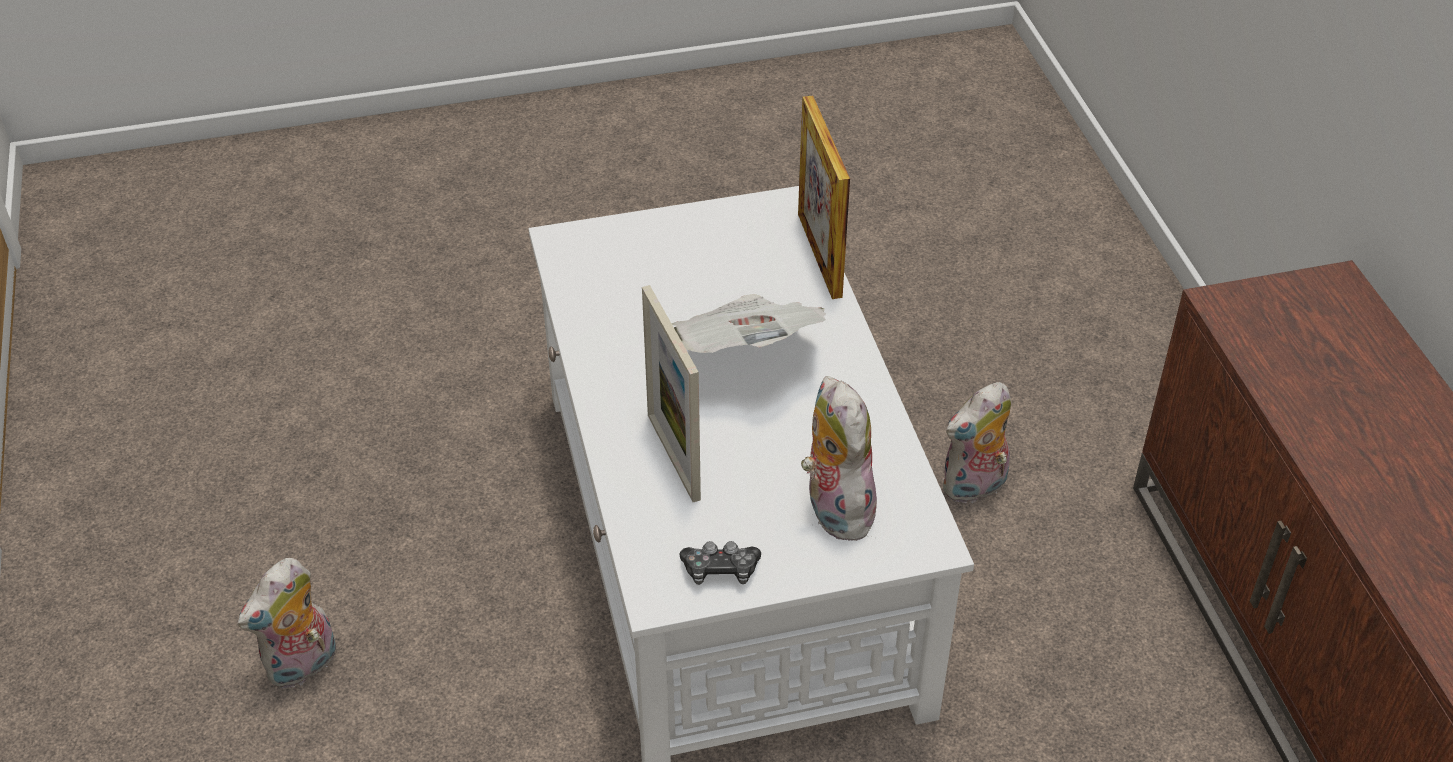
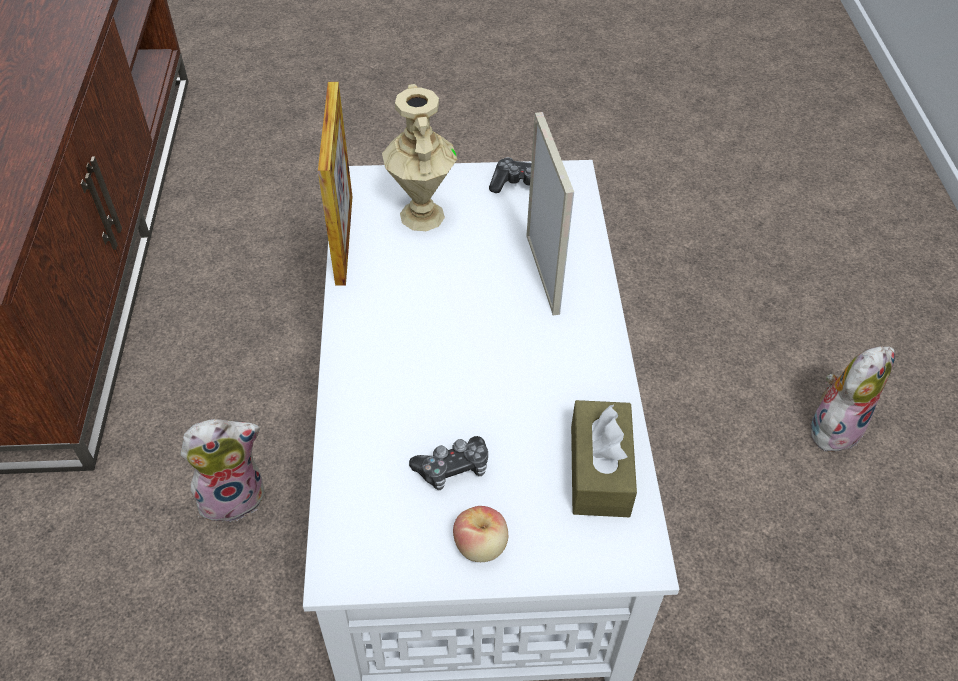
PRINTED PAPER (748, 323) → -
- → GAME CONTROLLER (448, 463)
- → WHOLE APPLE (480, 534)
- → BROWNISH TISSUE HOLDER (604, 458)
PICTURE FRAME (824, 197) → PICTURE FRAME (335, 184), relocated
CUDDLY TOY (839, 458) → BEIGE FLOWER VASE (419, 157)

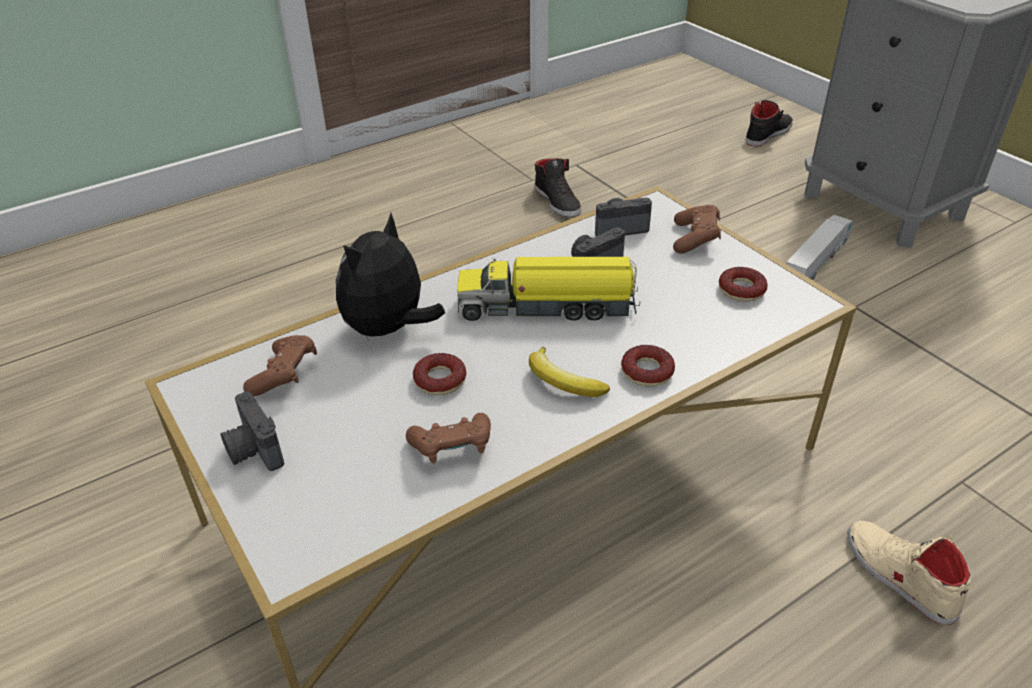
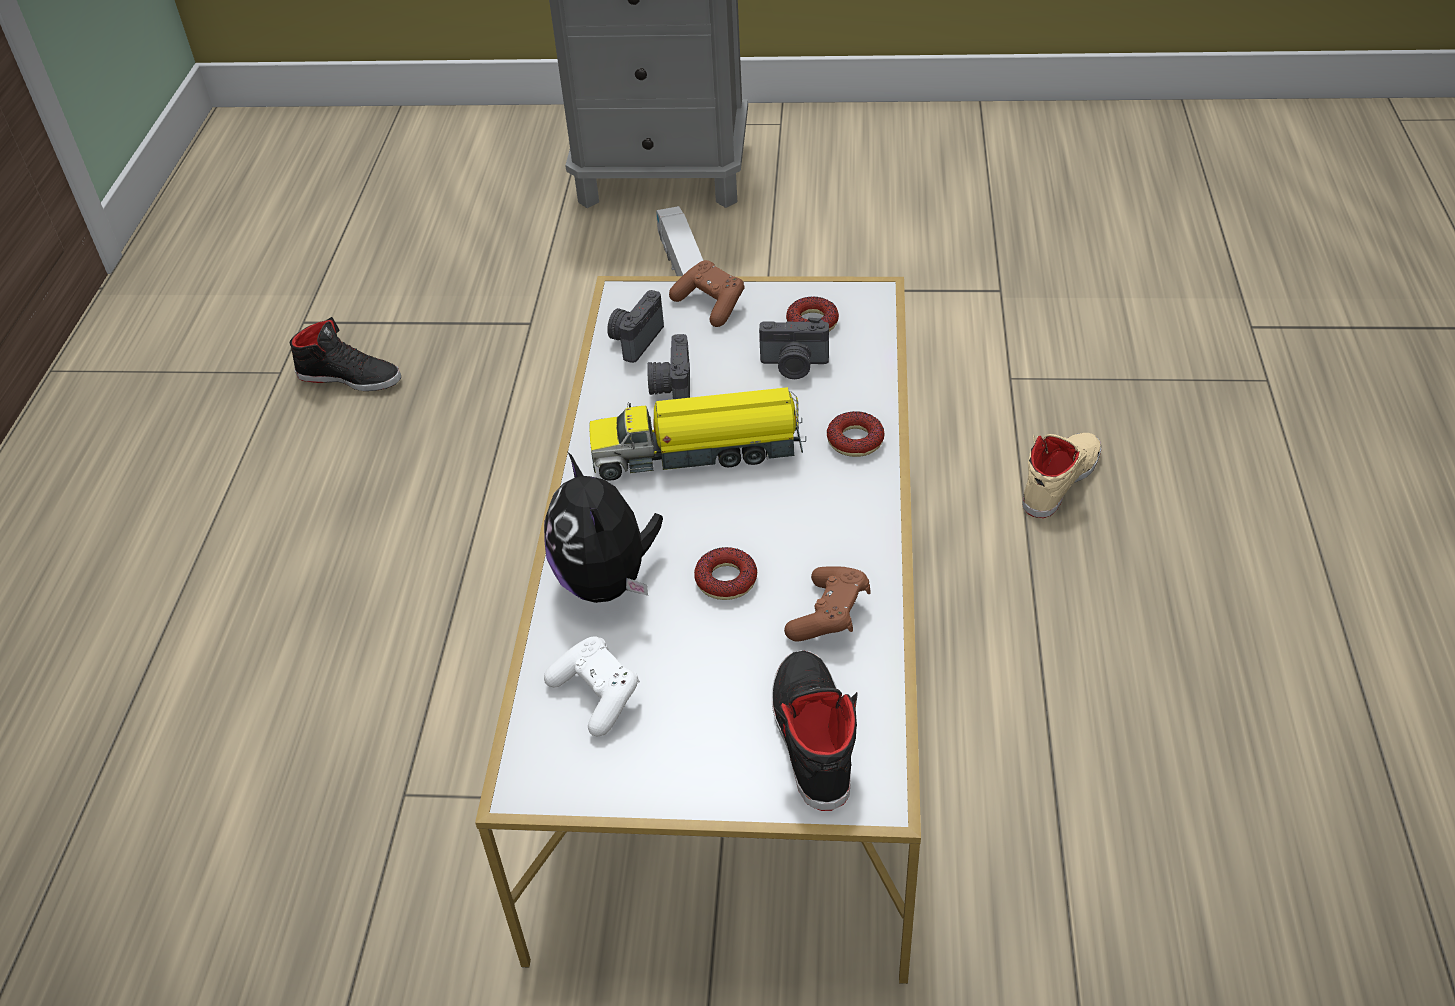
BANANA FRUIT (569, 372) → -
STILL CAMERA (252, 431) → STILL CAMERA (794, 348), relocated
BLACKISH ITEM OF FOOTWEAR (769, 123) → BLACKISH ITEM OF FOOTWEAR (815, 731), relocated
BROWNISH GAME CONTROLLER (280, 365) → WHITISH GAME CONTROLLER (592, 686)
TOY TRUCK (548, 289) → TOY TRUCK (698, 434), 45 degrees clockwise
BEIGE ITEM OF FOOTWEAR (909, 572) → BEIGE ITEM OF FOOTWEAR (1061, 475), 120 degrees clockwise

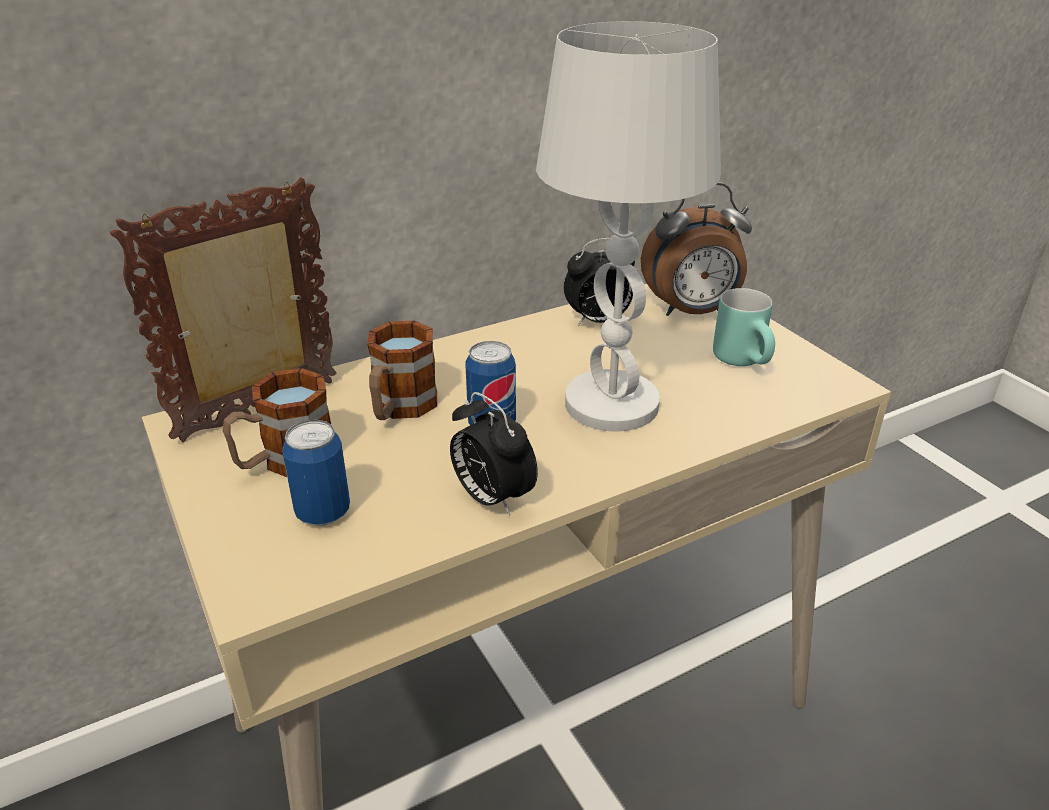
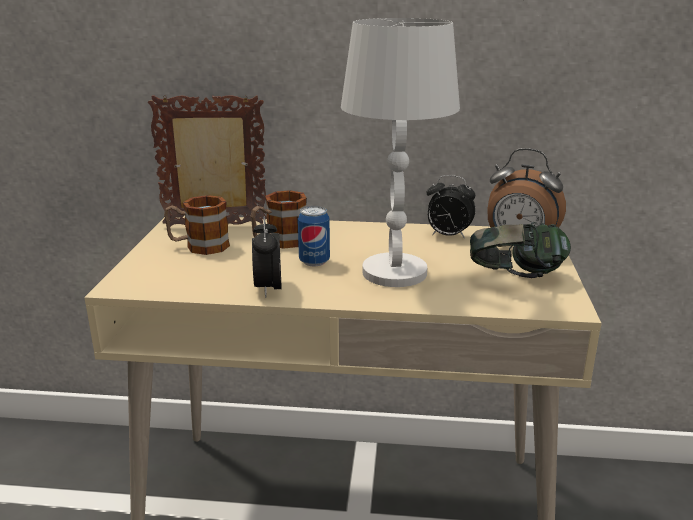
CAN (316, 473) → -
TURQUOISE COFFEE MUG (744, 327) → HEADPHONES (520, 250)

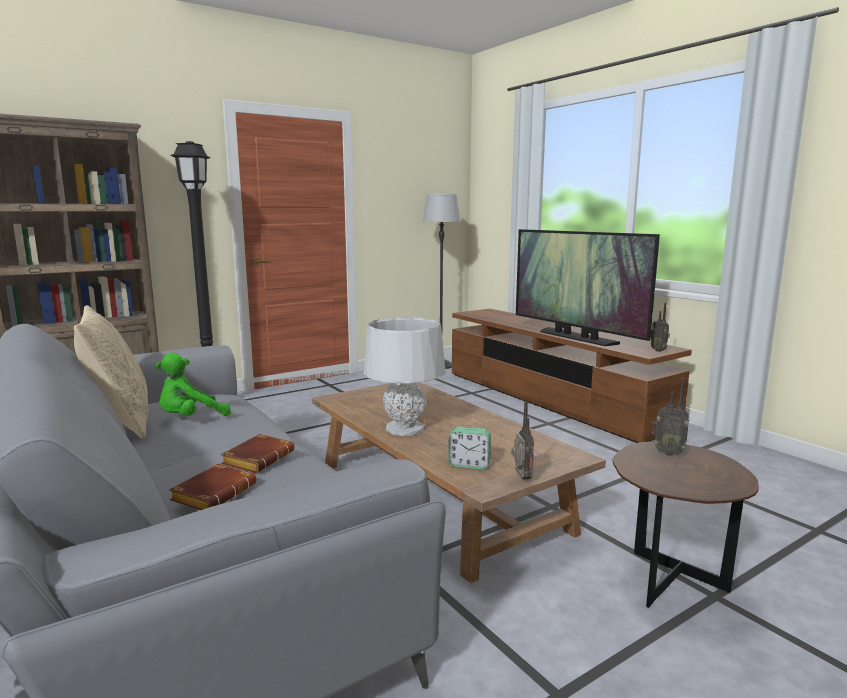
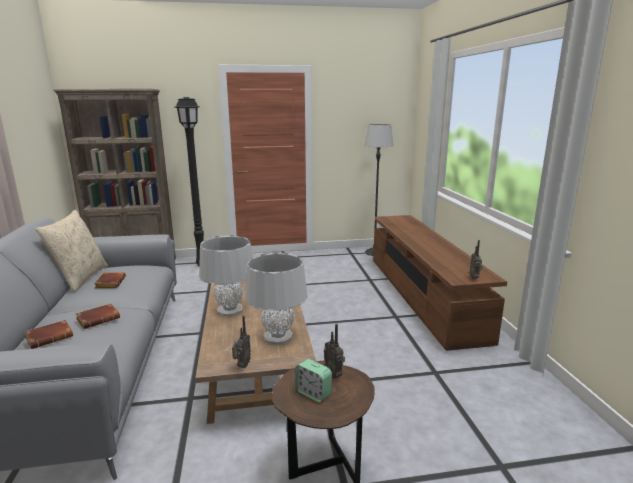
TELEVISION (588, 287) → -
- → GREYISH LAMP FOR A TABLE (276, 298)
TABLE CLOCK (469, 447) → TABLE CLOCK (313, 381), relocated
GREENISH CUDDLY TOY (193, 384) → BROWNISH VOLUME (110, 280)

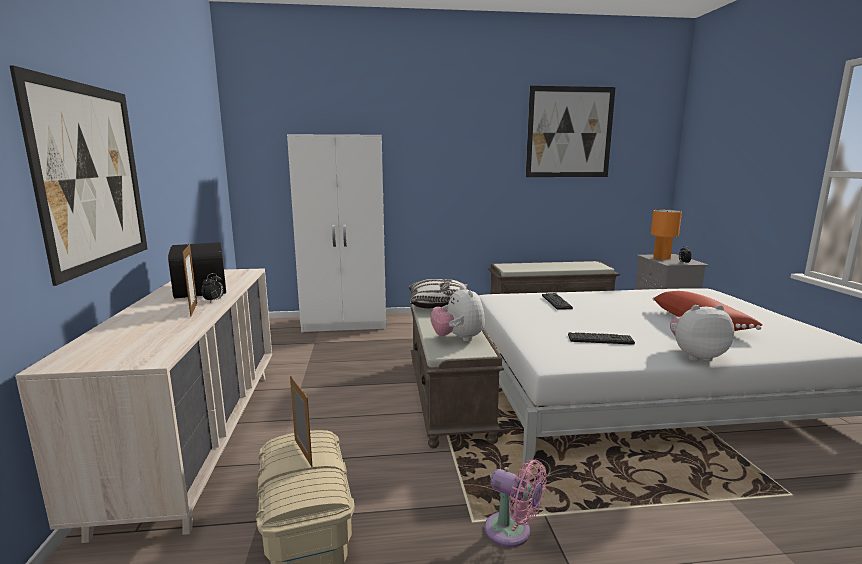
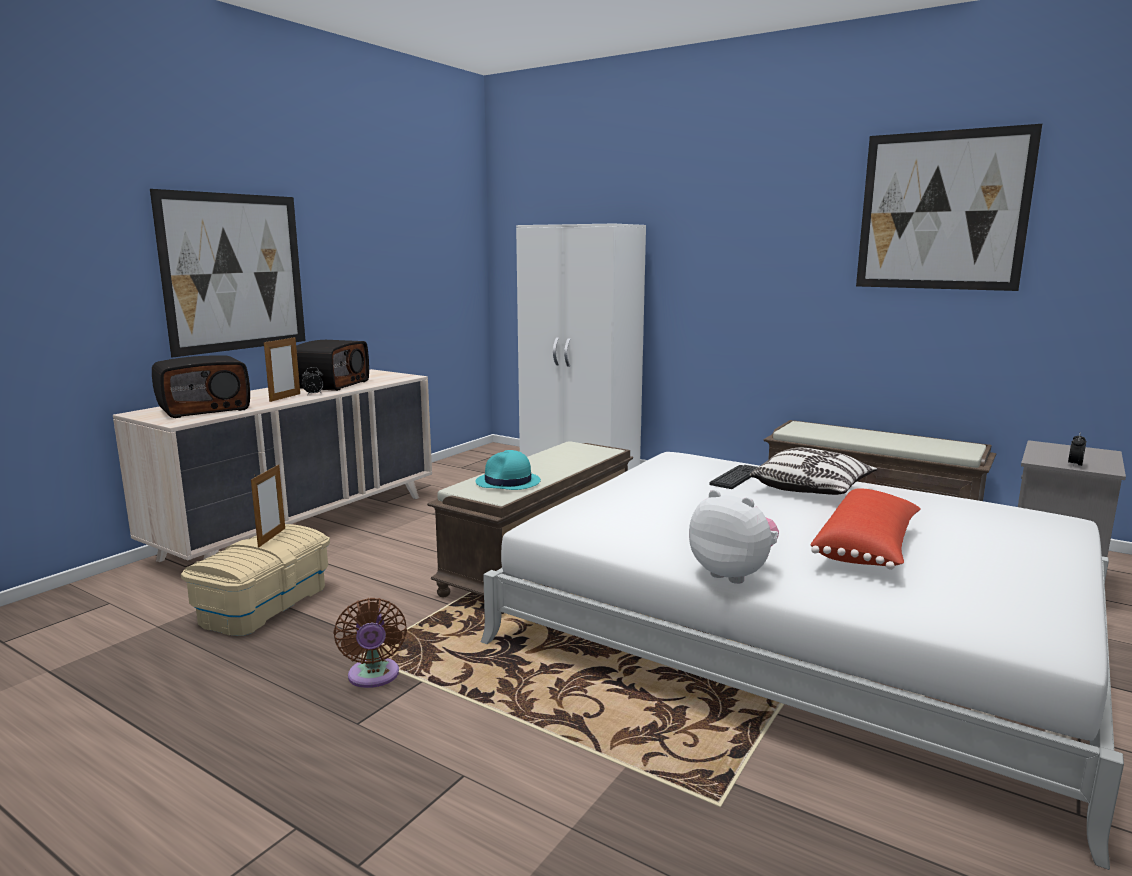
PC KEYBOARD (601, 338) → -
ORANGE LAMP FOR A TABLE (666, 235) → -
- → RADIO RECEIVER (201, 386)
PILLOW (438, 293) → PILLOW (814, 471), relocated
CUDDLY TOY (458, 314) → TURQUOISE CLOTHING HAT (508, 470)
PINKISH ELECTRIC FAN (516, 503) → BROWNISH ELECTRIC FAN (370, 643)

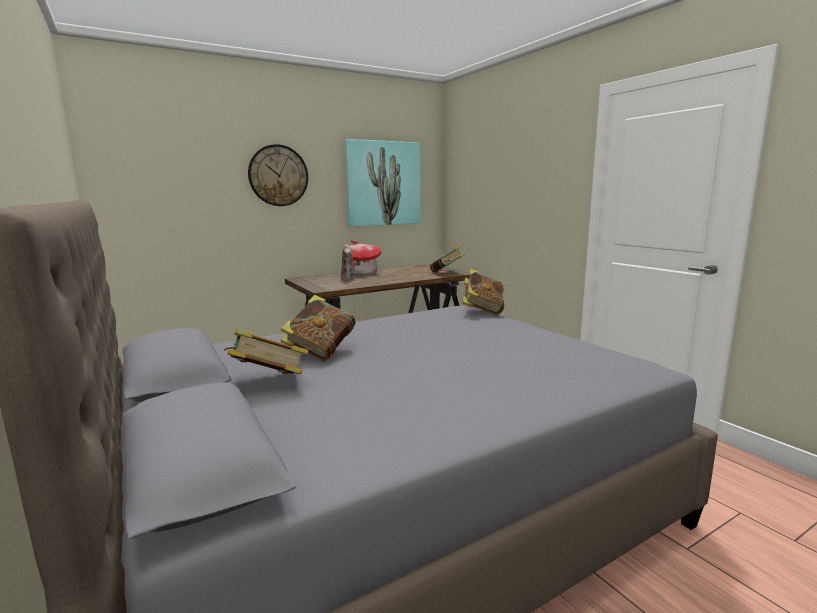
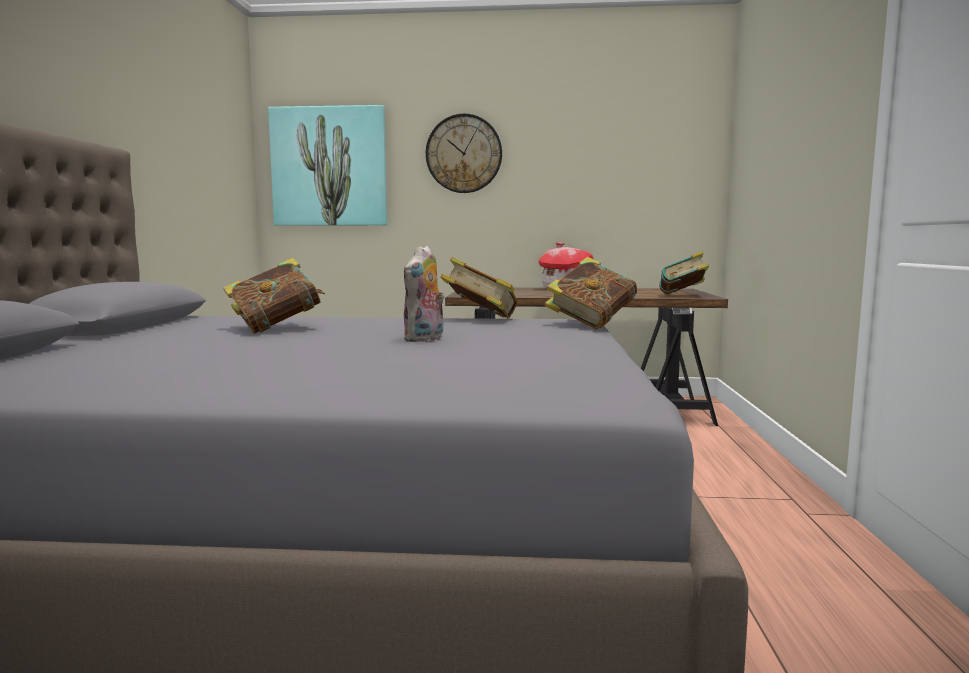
VOLUME (266, 351) → VOLUME (479, 287), relocated
CUDDLY TOY (348, 262) → CUDDLY TOY (424, 294), relocated
WALL PICTURE (383, 183) → WALL PICTURE (327, 165), relocated

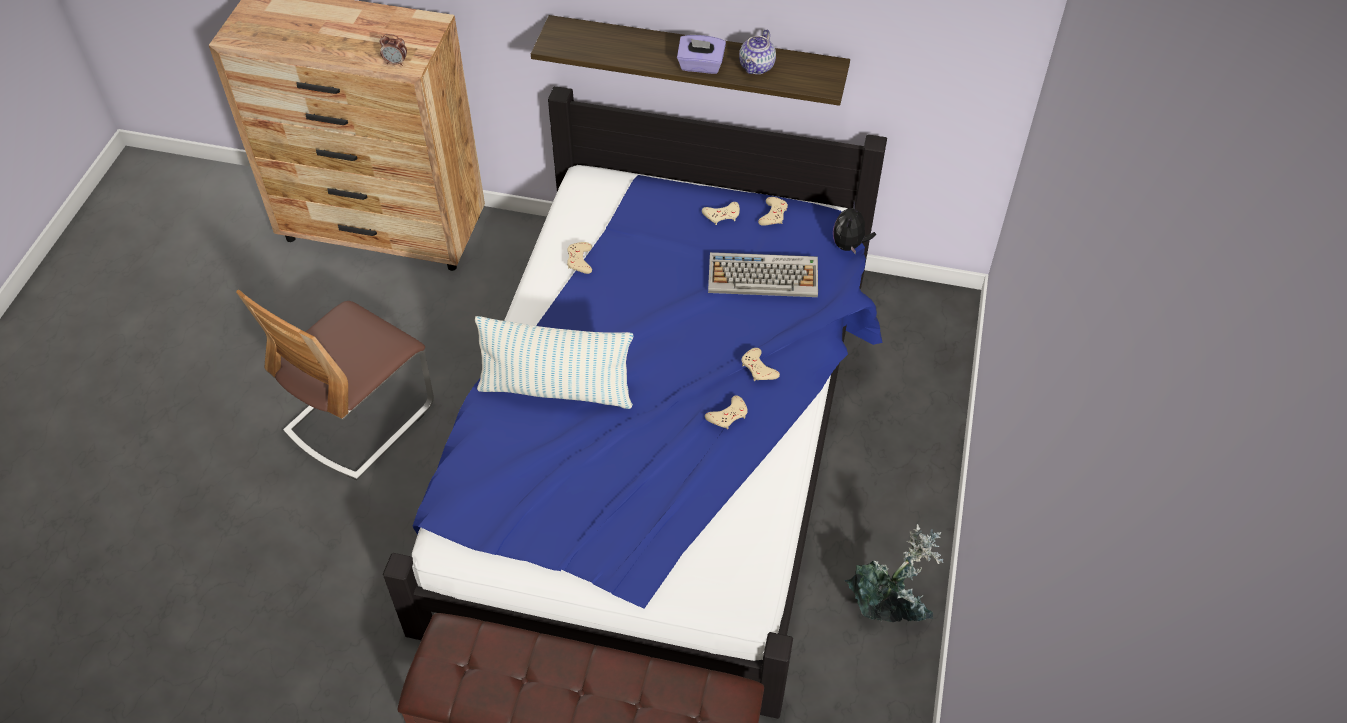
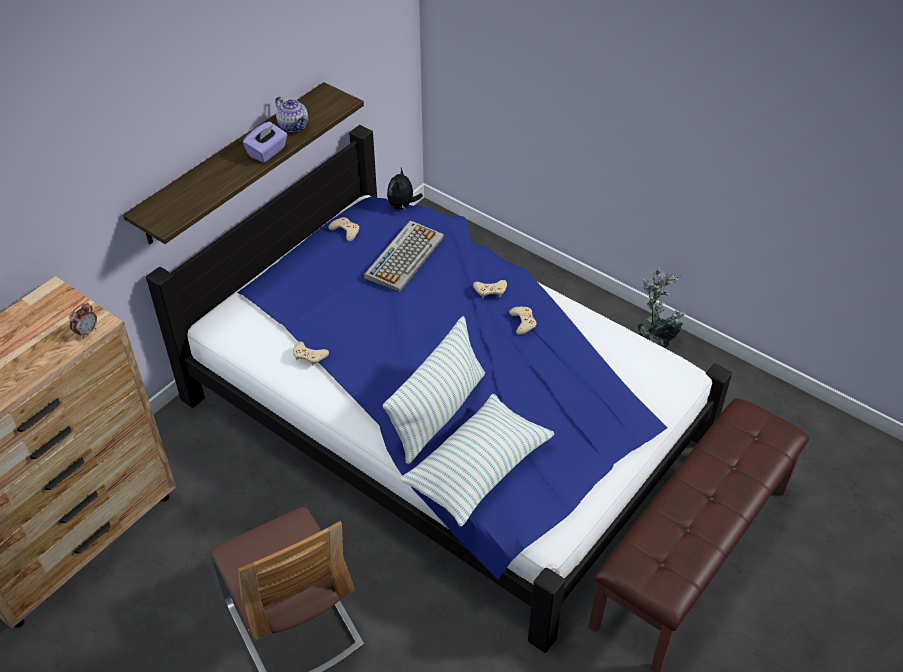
BEIGE GAME CONTROLLER (721, 213) → -
- → PILLOW (476, 460)
CUDDLY TOY (854, 227) → CUDDLY TOY (405, 189), 60 degrees clockwise

